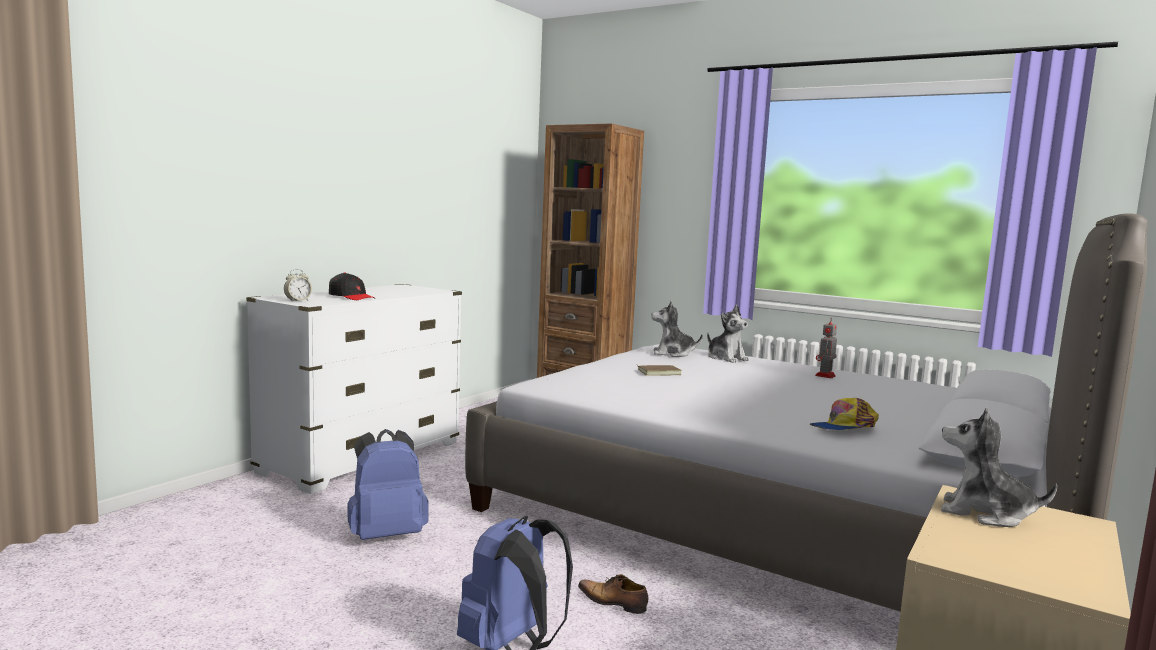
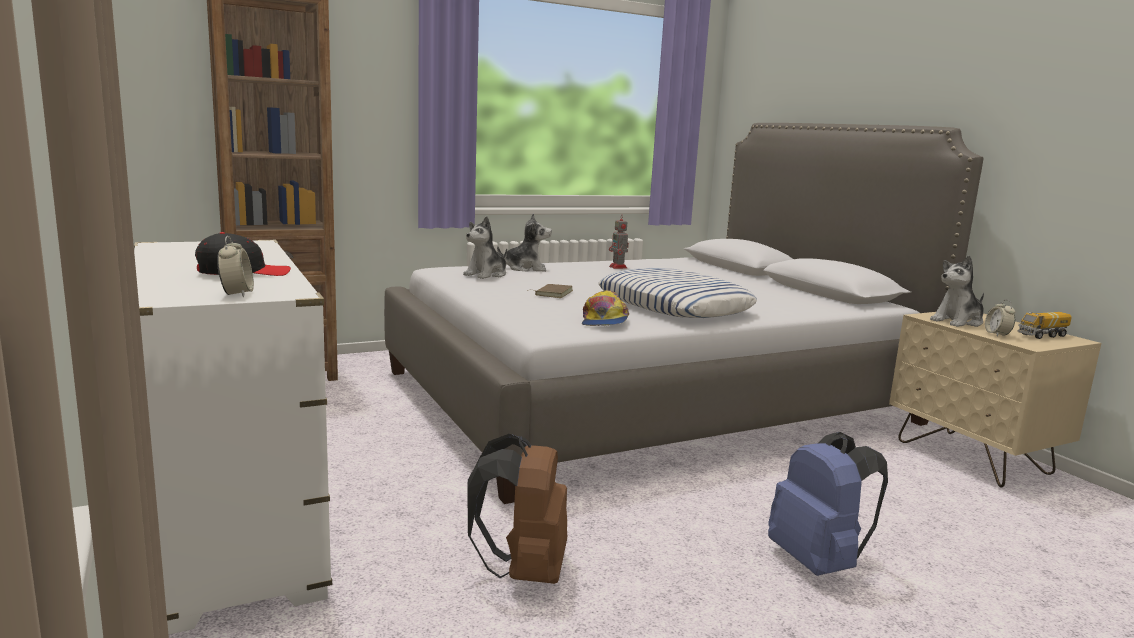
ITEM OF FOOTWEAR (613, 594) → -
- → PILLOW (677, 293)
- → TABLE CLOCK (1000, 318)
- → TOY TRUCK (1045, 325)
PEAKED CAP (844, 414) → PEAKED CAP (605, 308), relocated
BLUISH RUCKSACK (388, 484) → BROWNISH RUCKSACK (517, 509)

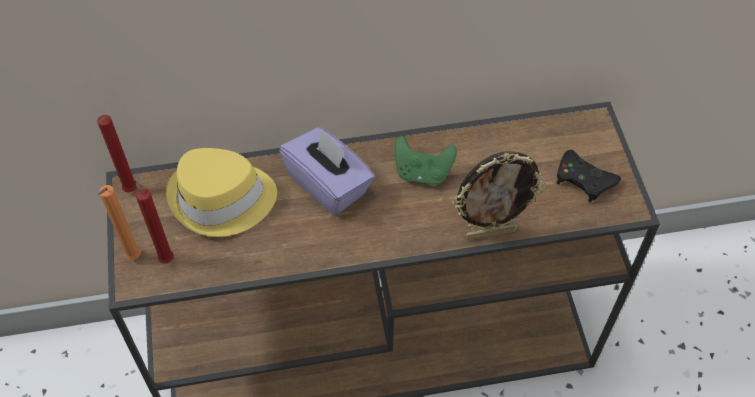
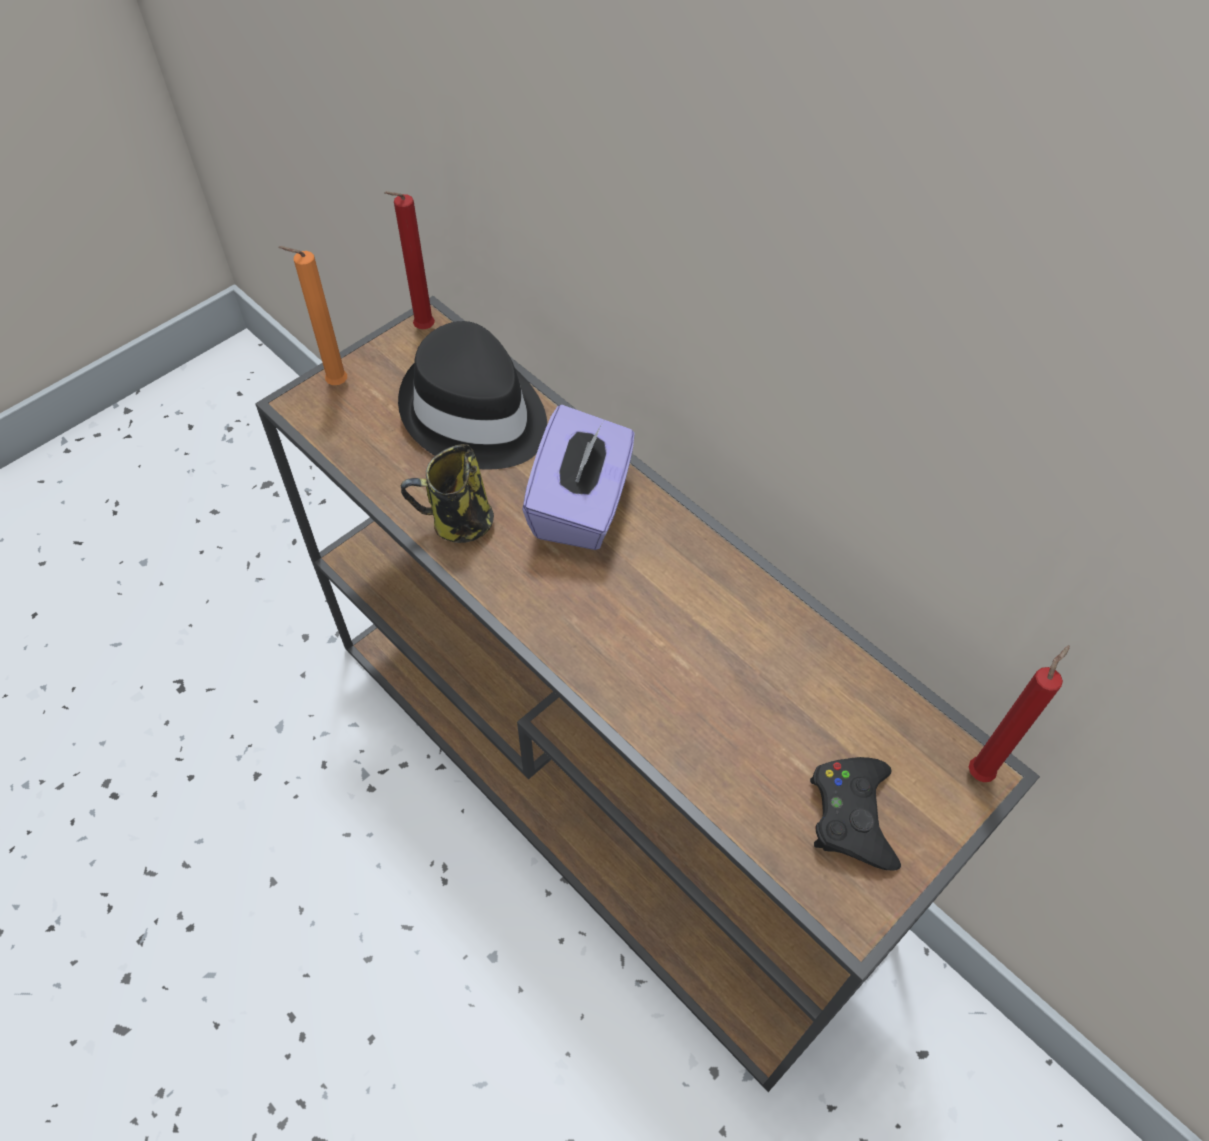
GREENISH GAME CONTROLLER (426, 161) → -
PICTURE FRAME (499, 196) → -
- → COFFEE MUG (447, 493)
REDDISH WAX CANDLE (155, 218) → REDDISH WAX CANDLE (1019, 713), relocated
YELLOW-COLOURED CLOTHING HAT (221, 192) → BLACKISH CLOTHING HAT (472, 395)

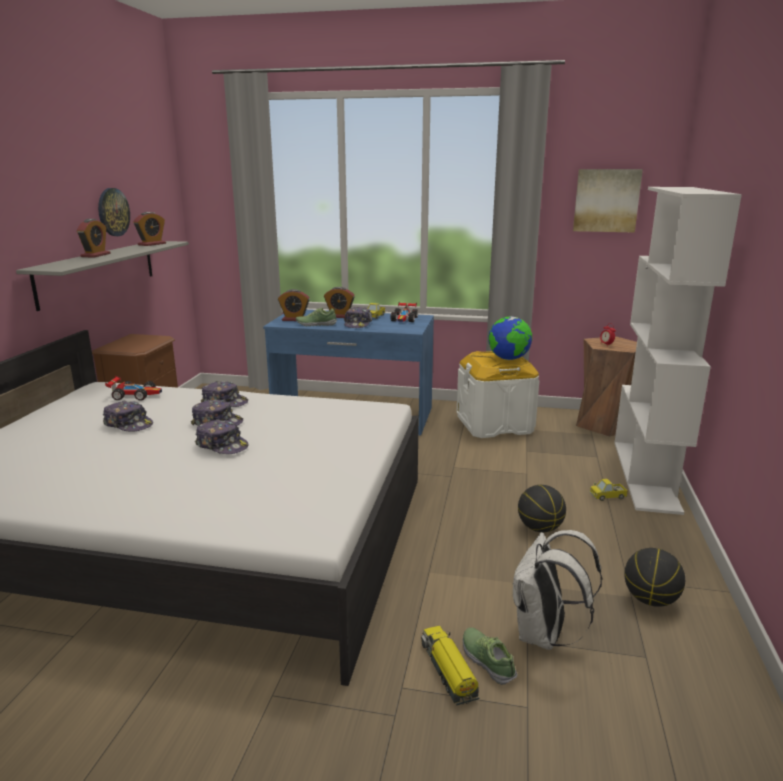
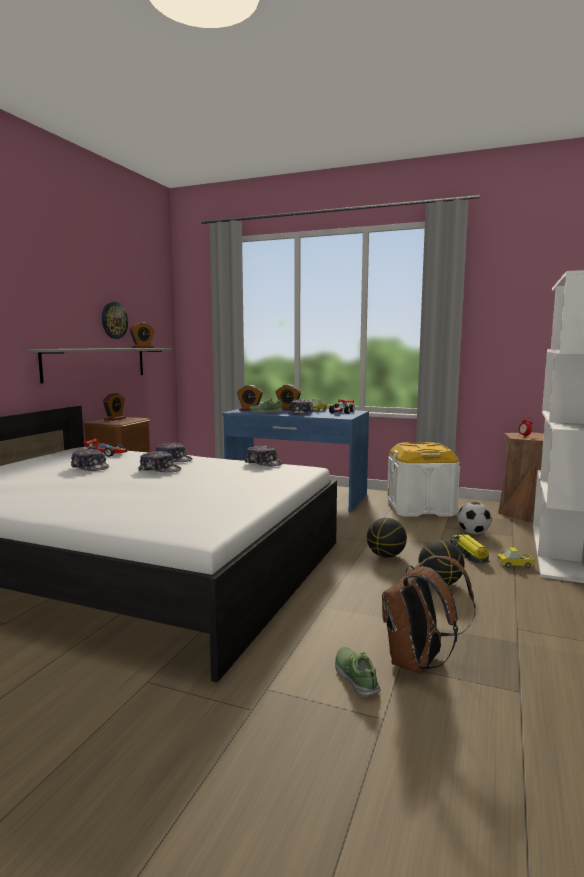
WORLD GLOBE (510, 338) → -
WALL PICTURE (608, 200) → -
- → FOOTBALL BALL (475, 518)
TABLE CLOCK (94, 238) → TABLE CLOCK (114, 407), relocated
PEAKED CAP (222, 436) → PEAKED CAP (264, 456), relocated
TOY TRUCK (450, 666) → TOY TRUCK (469, 549), relocated
BASKETBALL BALL (654, 577) → BASKETBALL BALL (387, 538), relocated
WHITISH RUCKSACK (557, 590) → BROWNISH RUCKSACK (428, 615)

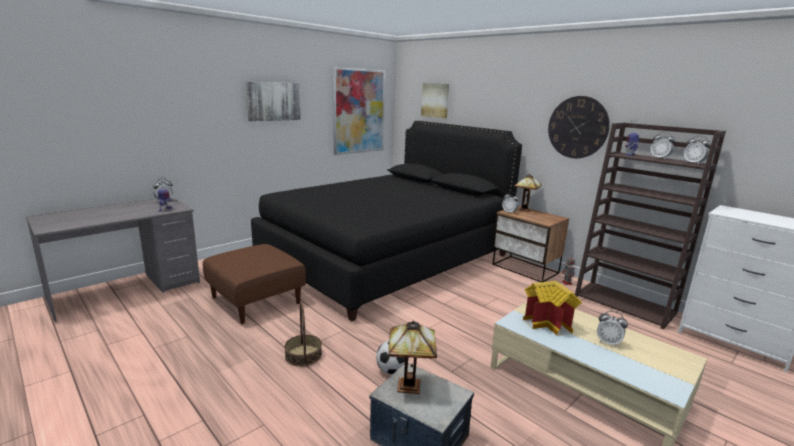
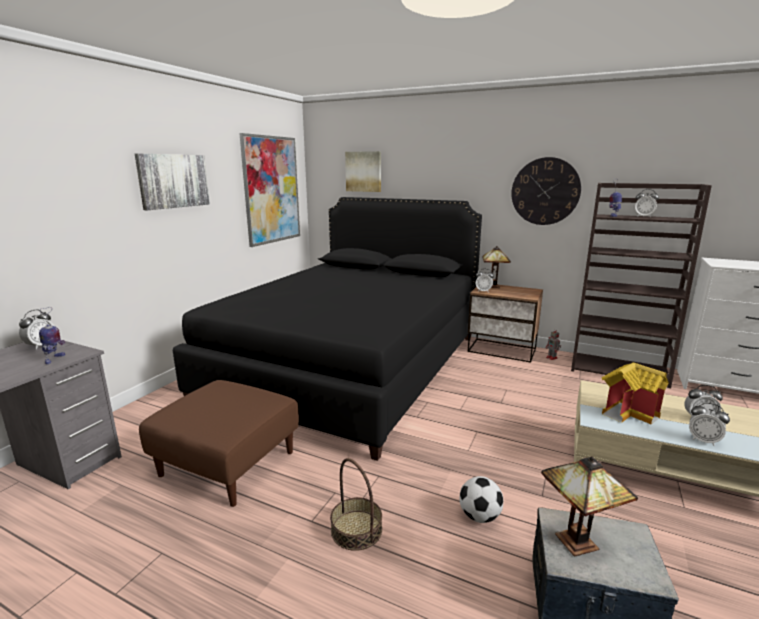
TABLE CLOCK (697, 150) → TABLE CLOCK (709, 424), relocated

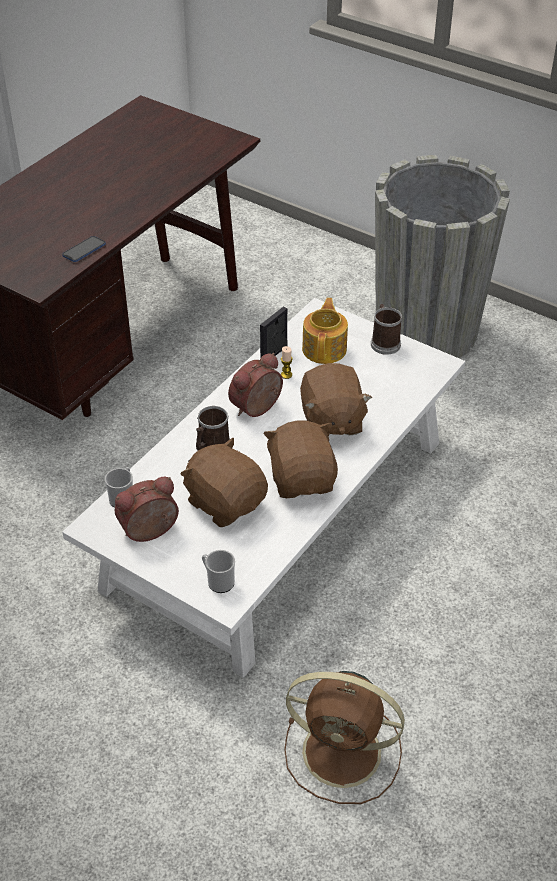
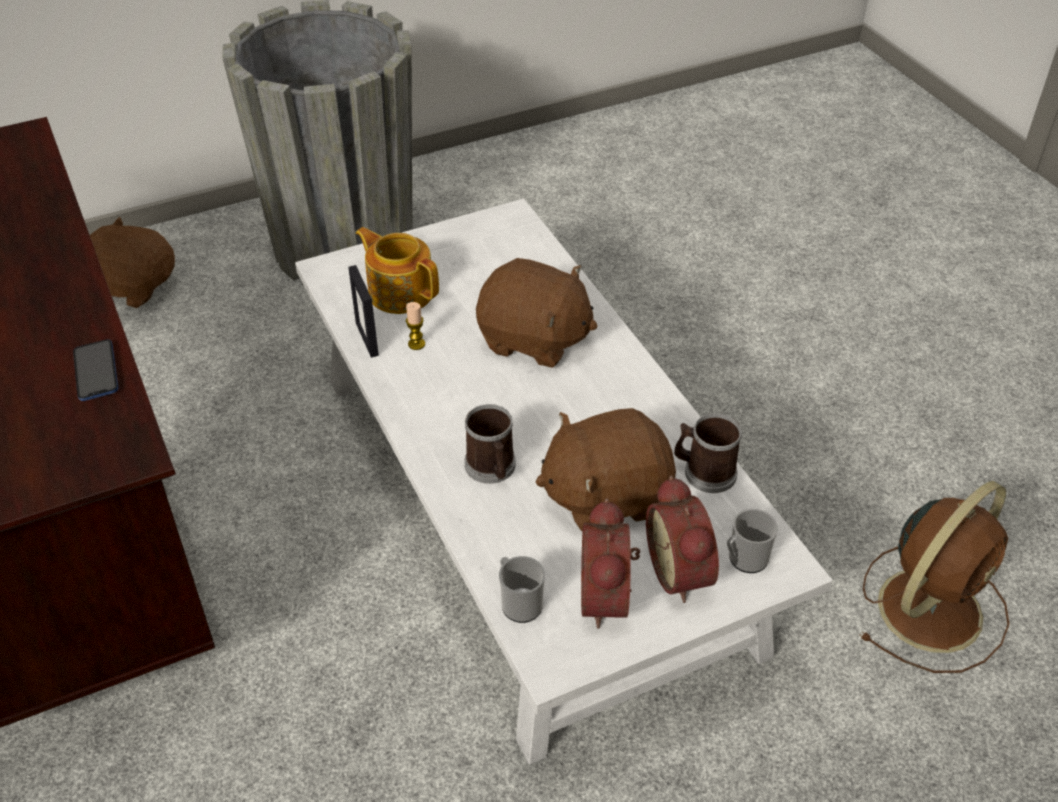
TABLE CLOCK (255, 385) → TABLE CLOCK (682, 539), relocated
BROWNISH CUDDLY TOY (300, 459) → BROWNISH CUDDLY TOY (132, 262), relocated
COFFEE MUG (386, 329) → COFFEE MUG (708, 453), relocated

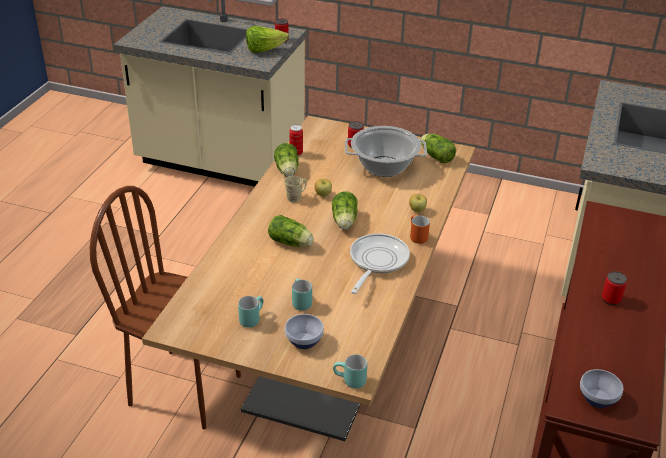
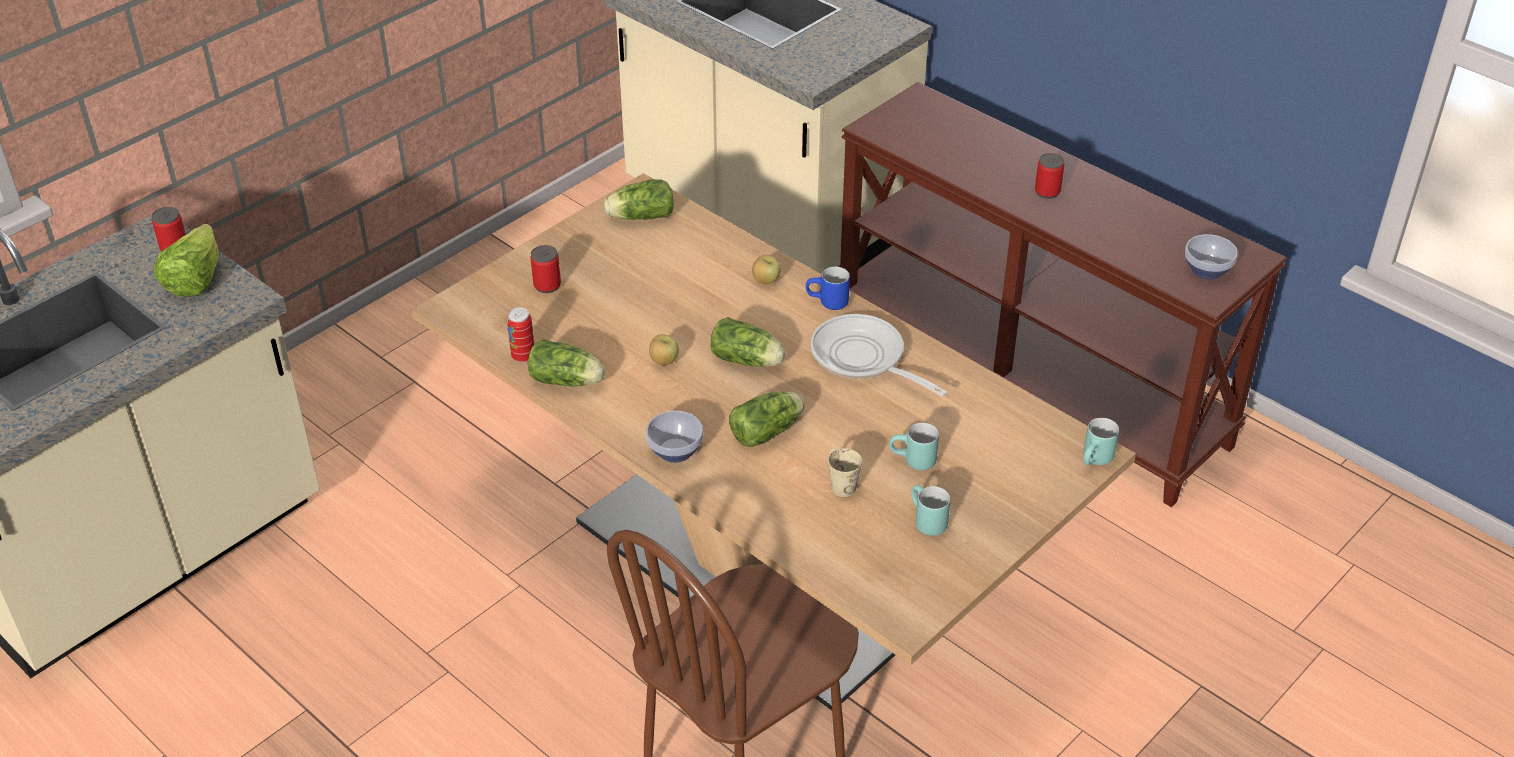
SAUCEPOT (386, 151) → -
BEIGE COFFEE MUG (296, 189) → BEIGE COFFEE MUG (845, 472), relocated
DEEP DISH (304, 331) → DEEP DISH (674, 437), relocated
ORANGE COFFEE MUG (420, 229) → BLUISH COFFEE MUG (828, 288)

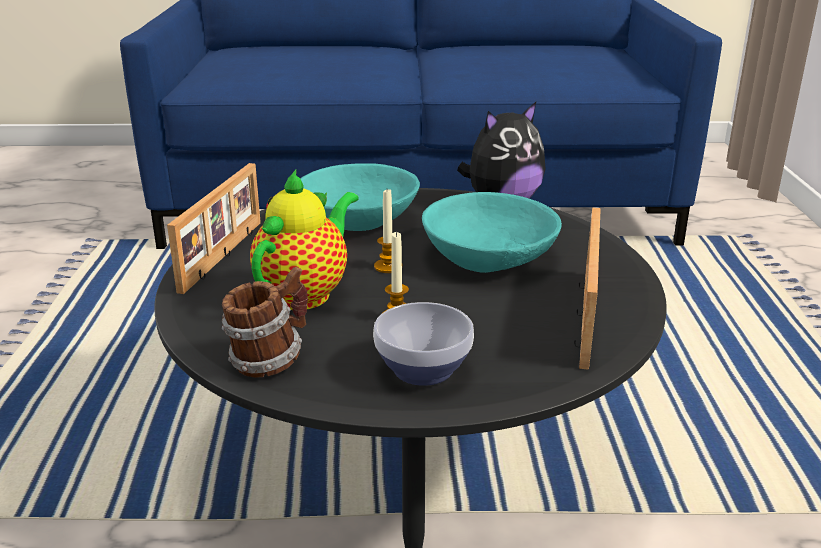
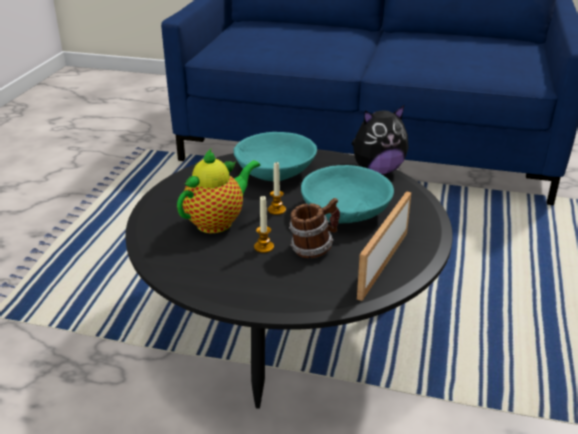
PICTURE FRAME (214, 228) → -
DEEP DISH (423, 344) → -
COFFEE MUG (265, 322) → COFFEE MUG (314, 228), relocated

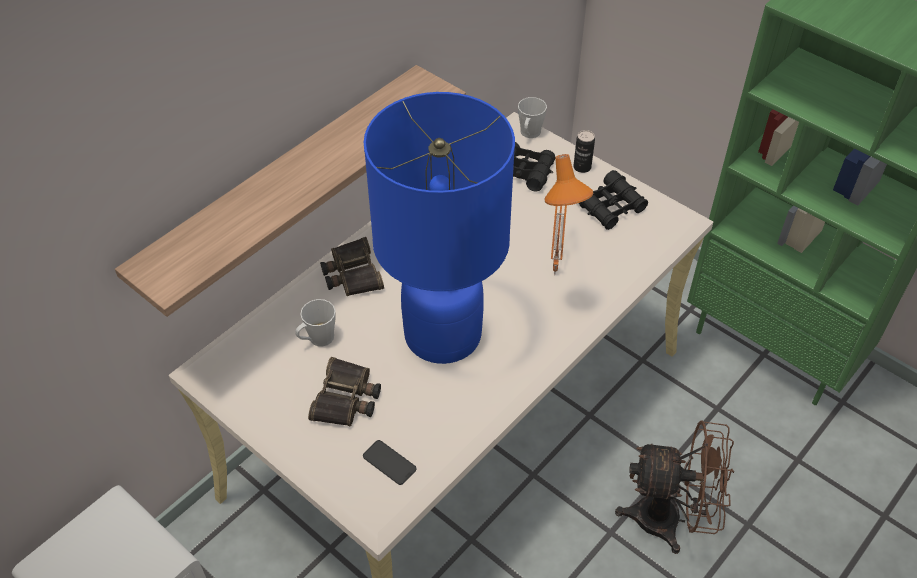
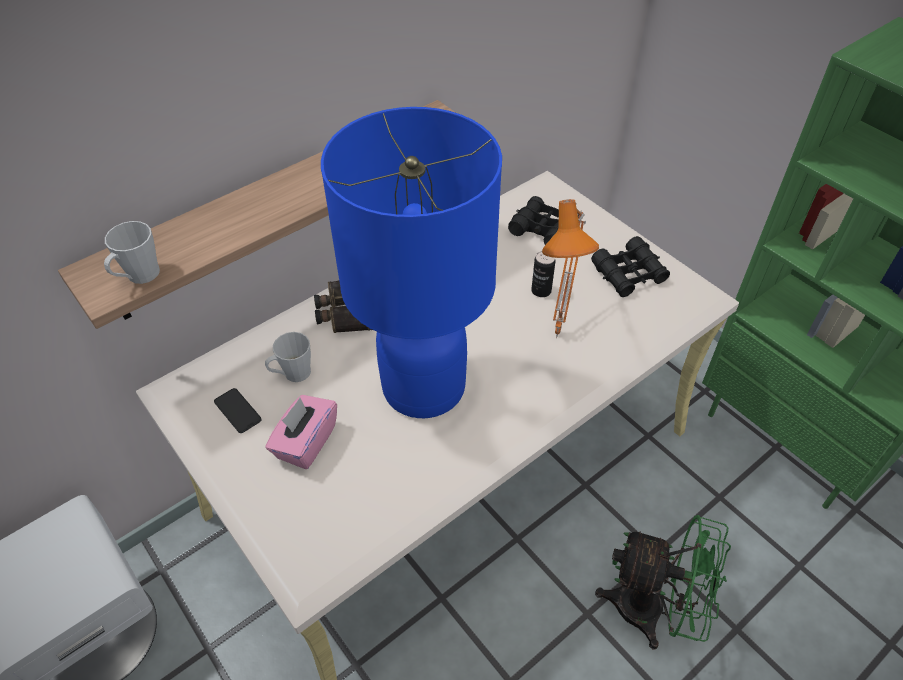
TELEPHONE (389, 462) → TELEPHONE (237, 410), relocated
GREYISH COFFEE MUG (532, 117) → GREYISH COFFEE MUG (132, 252), relocated
CAN (584, 151) → CAN (543, 274), relocated
FIELD GLASSES (344, 391) → PINKISH TISSUE HOLDER (301, 432)
BROWNISH ELECTRIC FAN (674, 487) → GREENISH ELECTRIC FAN (663, 582)

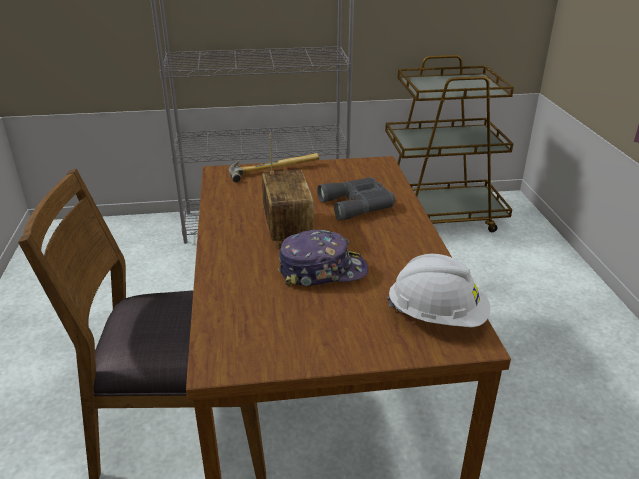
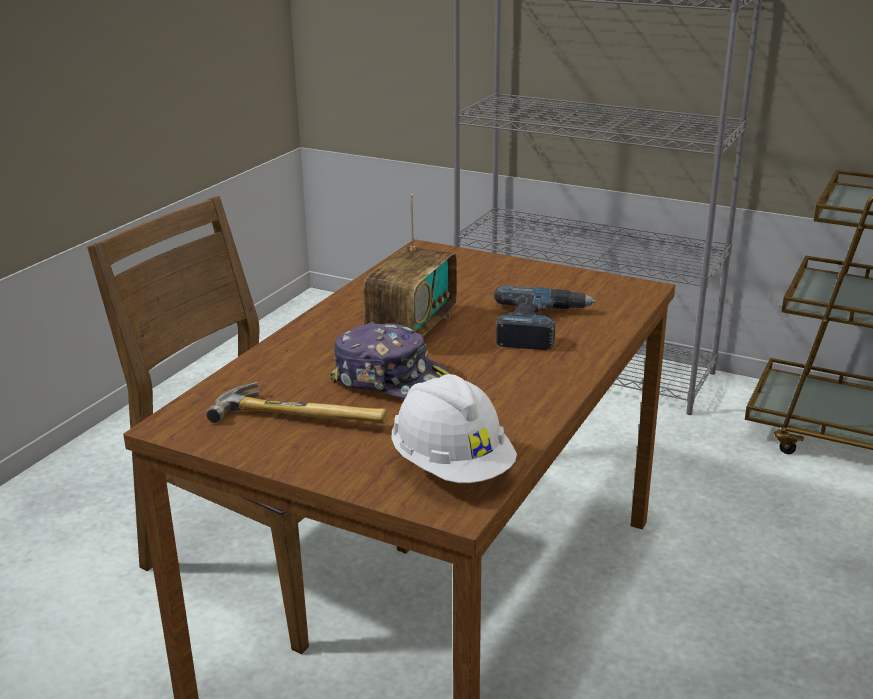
TOOL HAMMER (274, 168) → TOOL HAMMER (297, 402), relocated
GREYISH FIELD GLASSES (356, 199) → DRILL (545, 318)

